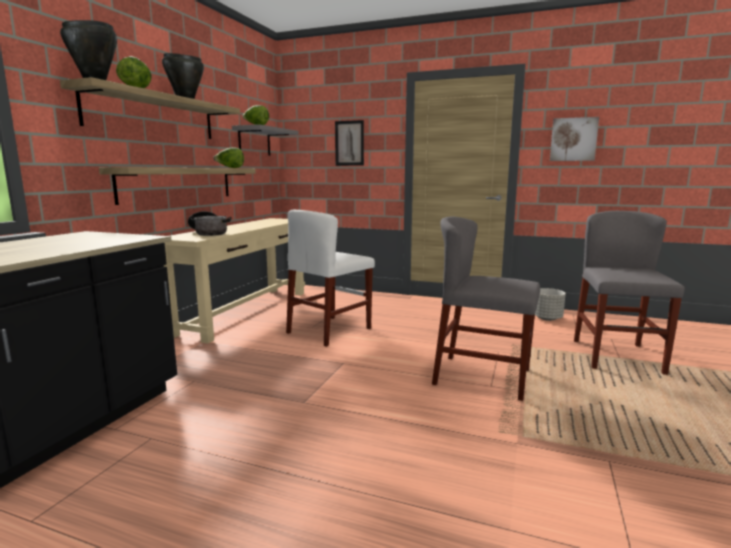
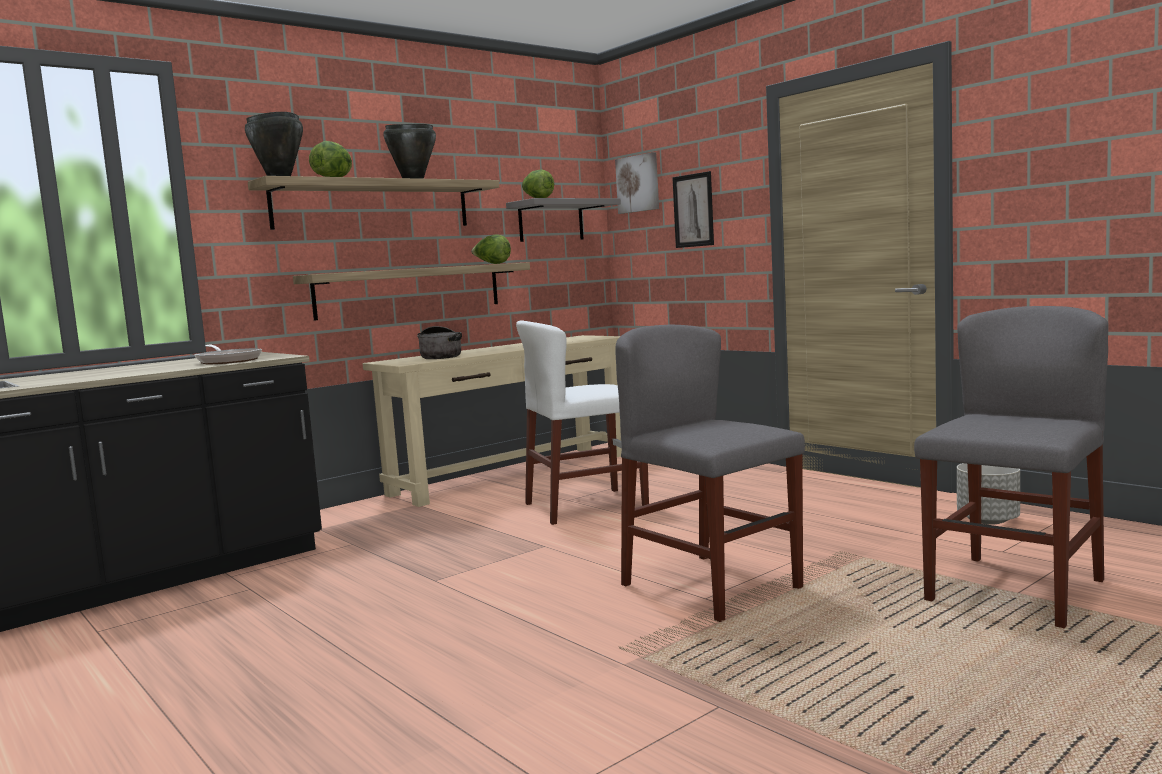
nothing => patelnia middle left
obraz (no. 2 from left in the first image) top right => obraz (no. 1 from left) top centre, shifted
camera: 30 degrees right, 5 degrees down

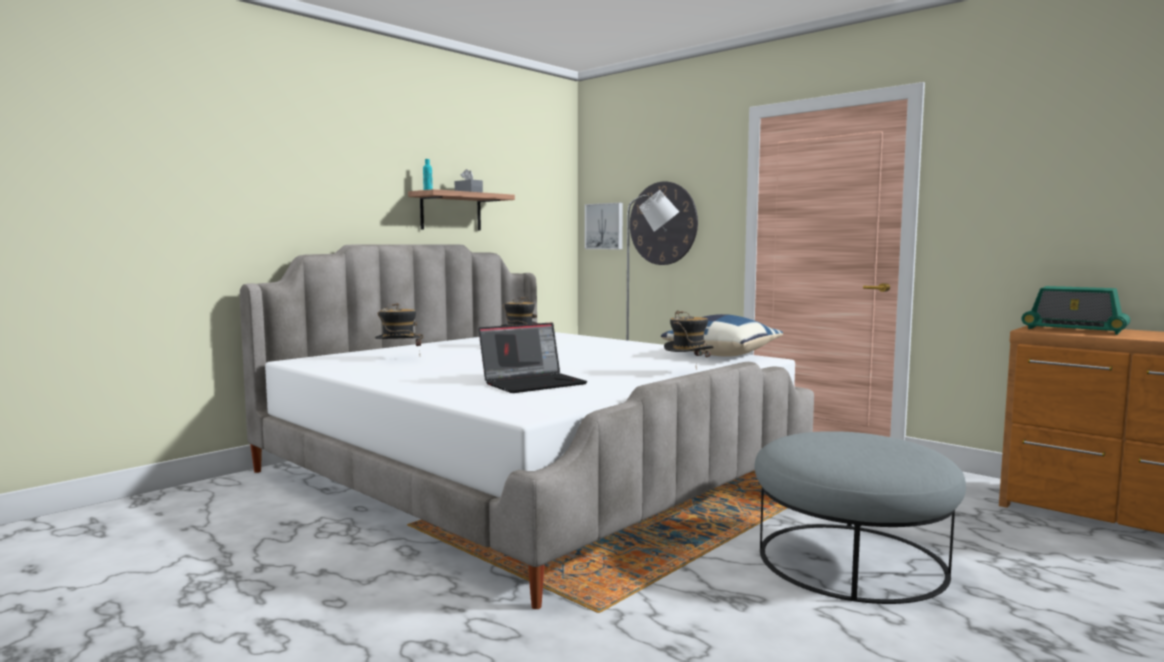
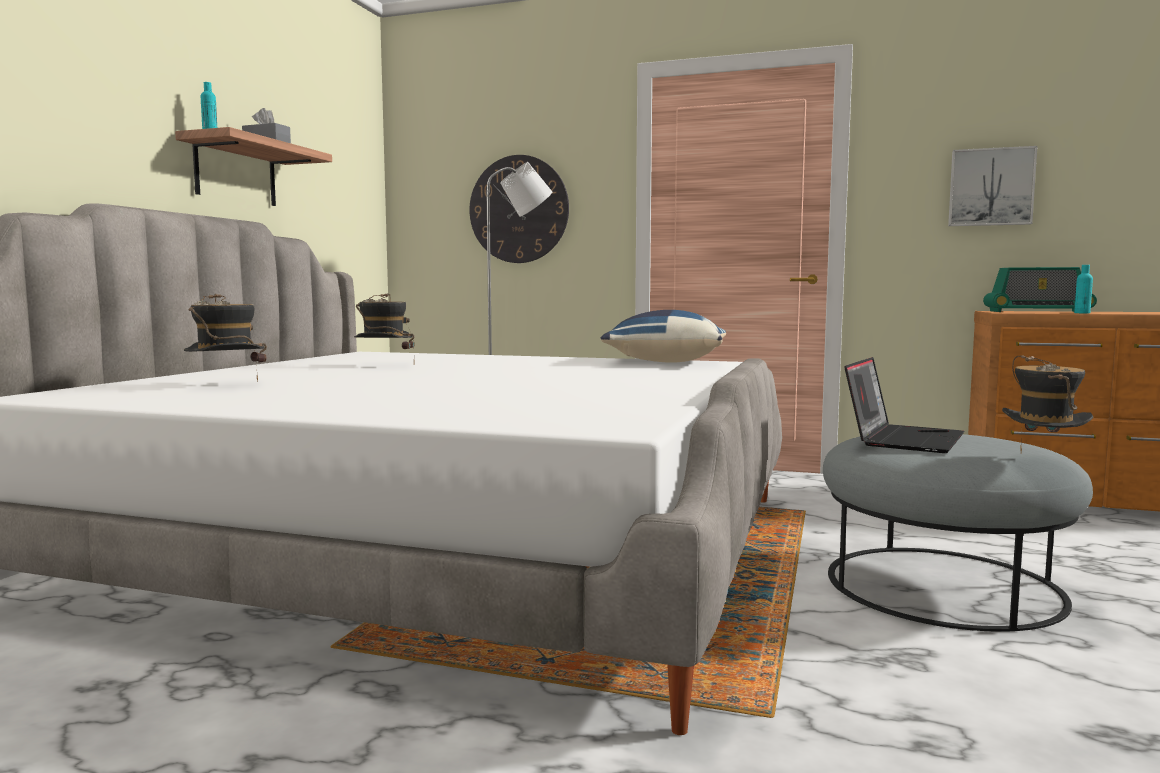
nothing => butelka [turkusowy] (no. 2 from left) middle right
laptop centre => laptop middle right, shifted
obraz centre => obraz top right, shifted
kapelusz (no. 3 from left) centre => kapelusz (no. 3 from left) middle right, shifted
camera: 25 degrees left, 0 degrees up

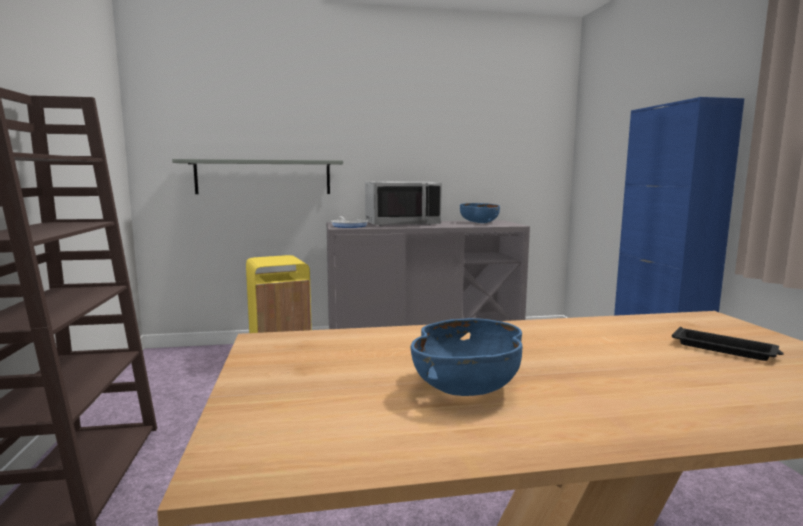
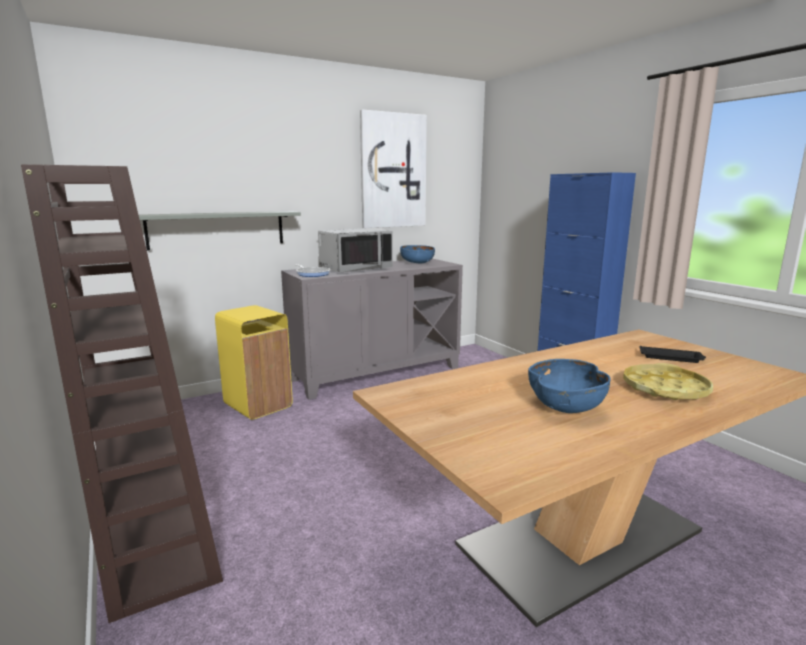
nothing => obraz top centre
nothing => taca [żółty] middle right
camera: 20 degrees left, 5 degrees up

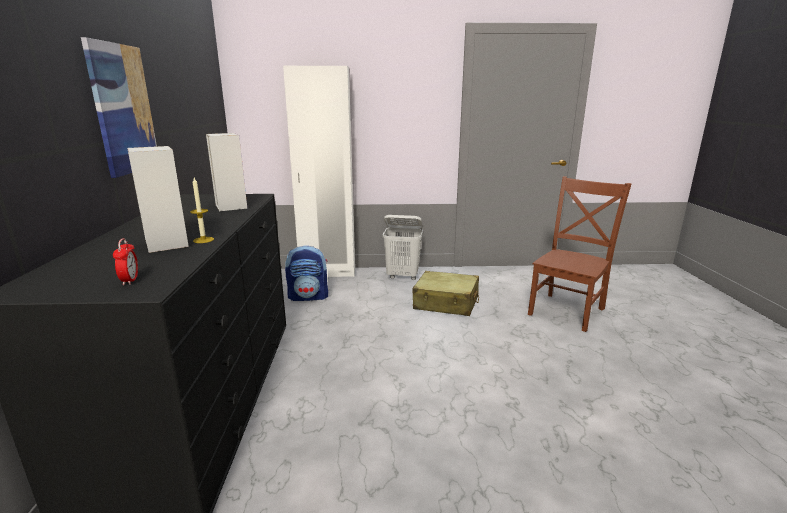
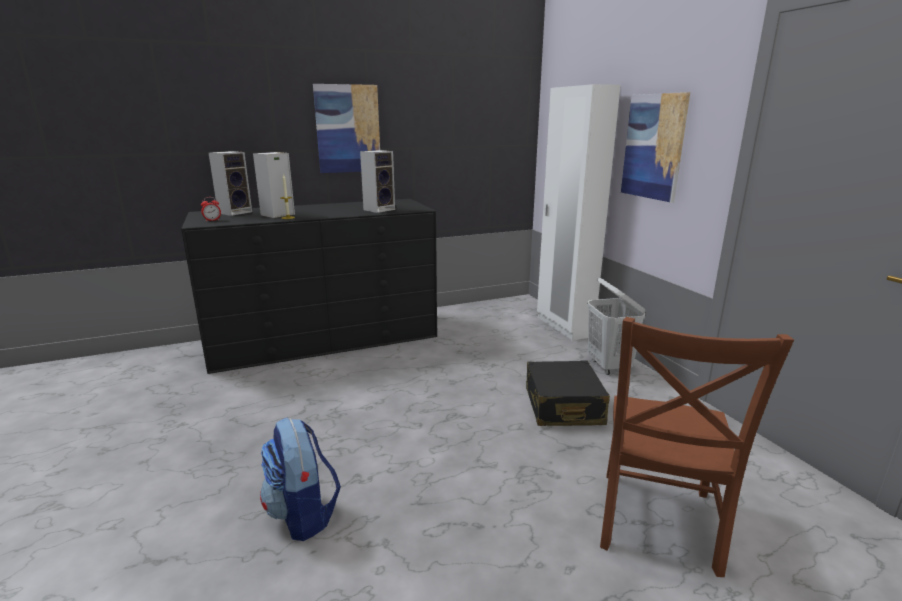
nothing => głośnik (no. 1 from left) top left
nothing => obraz (no. 2 from left) top right
plecak centre => plecak bottom left, shifted
walizka [beżowy] centre => walizka [czarny] centre
krzesło [brązowy] middle right => krzesło [brązowy] bottom right, 90 degrees clockwise
camera: 70 degrees right, 0 degrees up

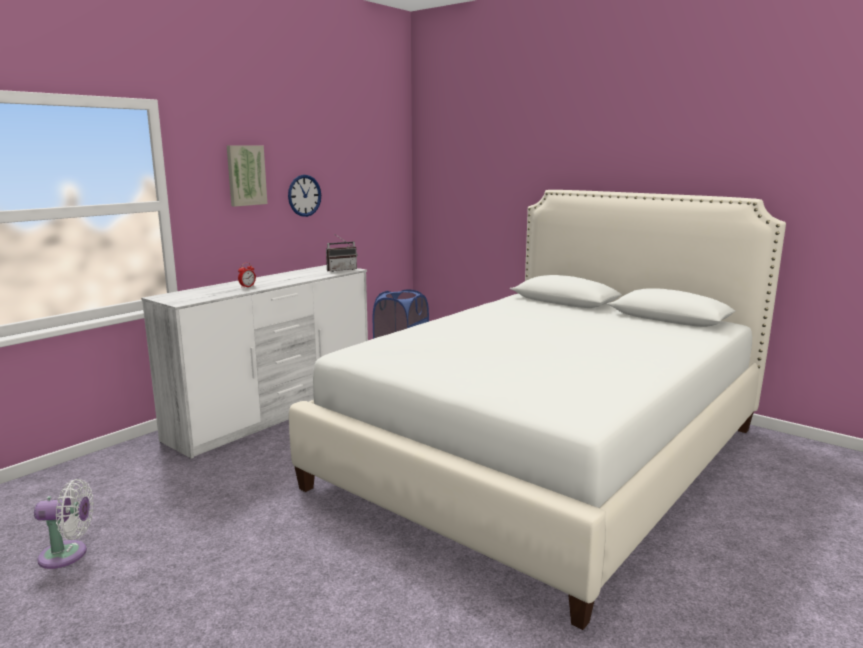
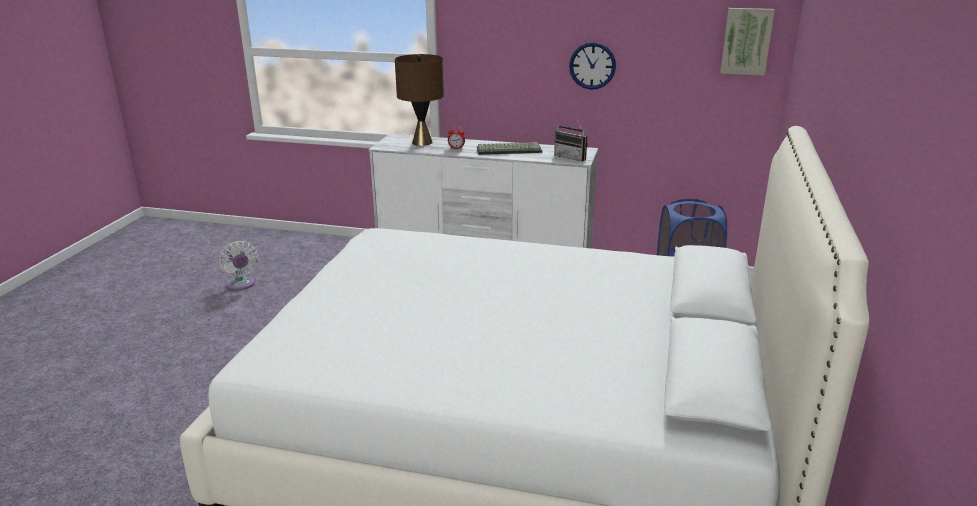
nothing => lampa stołowa [brązowy] top centre
nothing => klawiatura top centre
obraz top left => obraz top right, shifted
camera: 65 degrees right, 10 degrees up

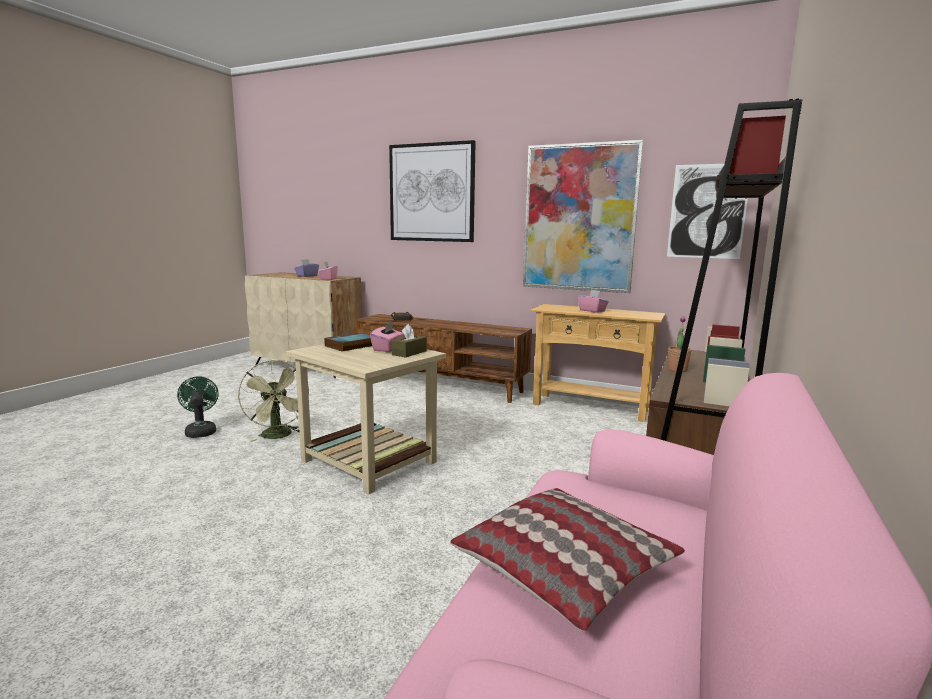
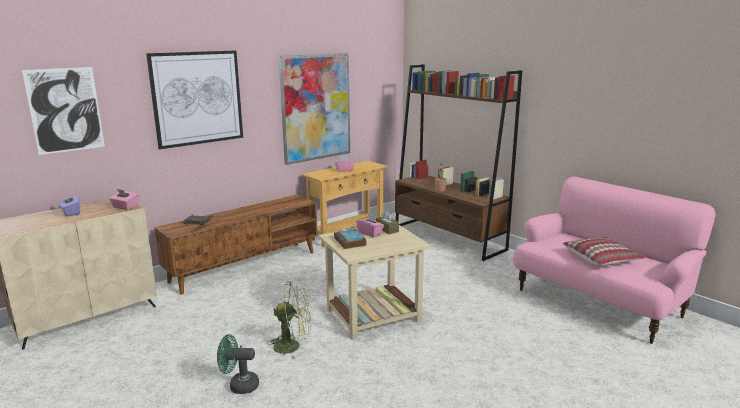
obraz (no. 3 from left in the first image) top right => obraz (no. 1 from left) top left, shifted
camera: 65 degrees left, 5 degrees up

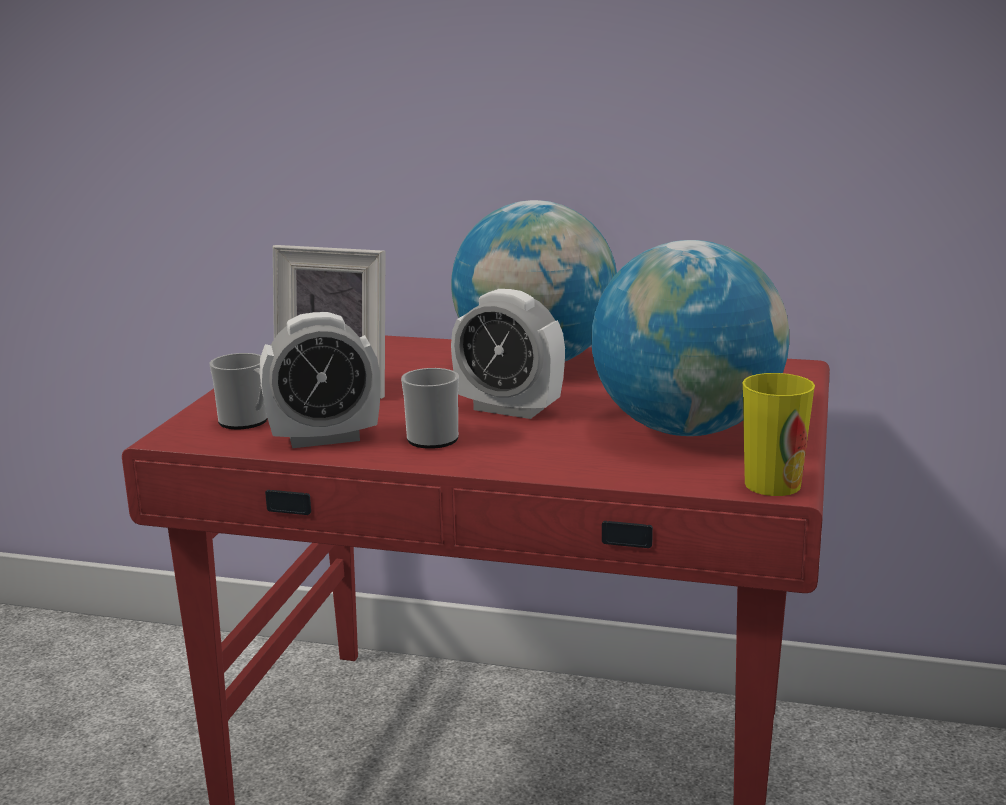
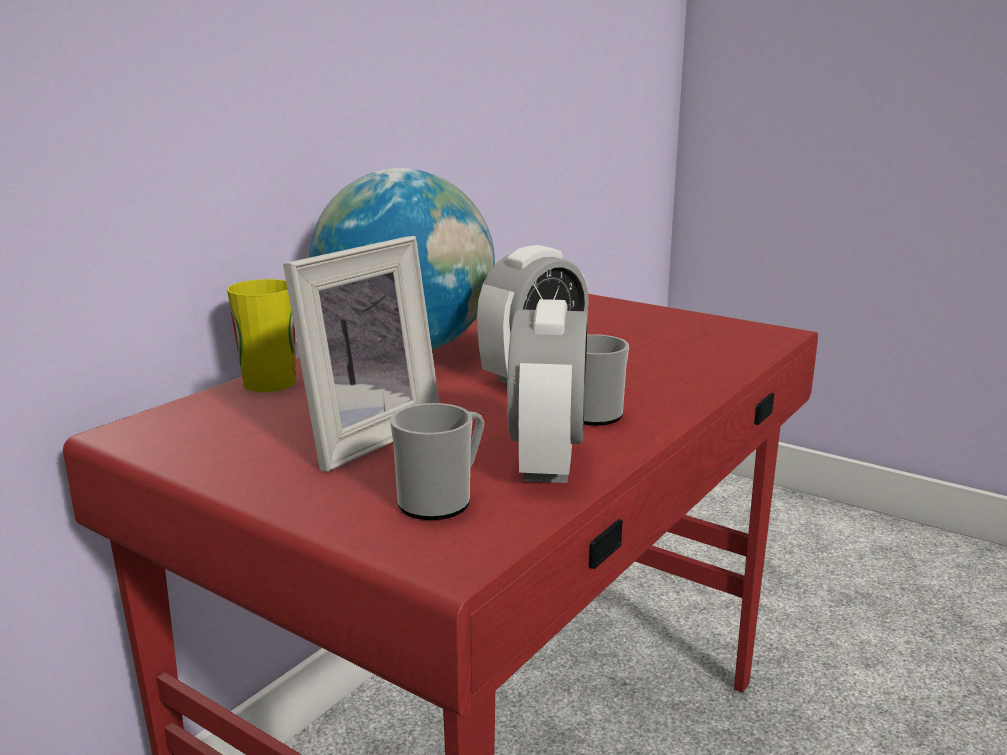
globus (no. 2 from left) middle right => nothing
filiżanka middle right => filiżanka middle left, shifted
camera: 70 degrees left, 0 degrees up

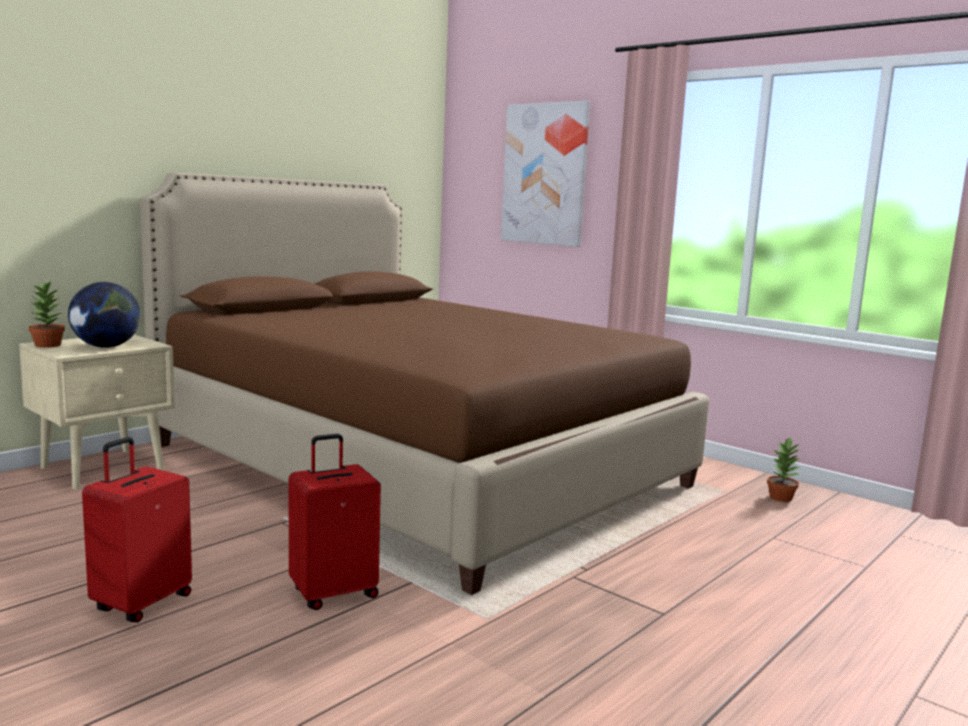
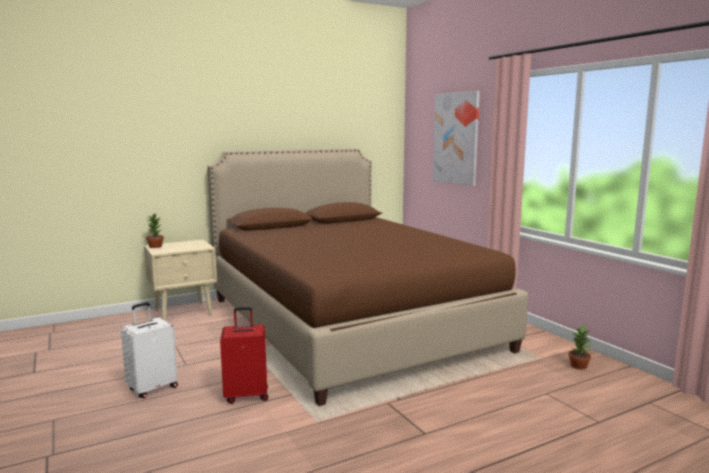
globus middle left => nothing
walizka [czerwony] (no. 1 from left) bottom left => walizka [biały] bottom left
camera: 20 degrees right, 0 degrees up

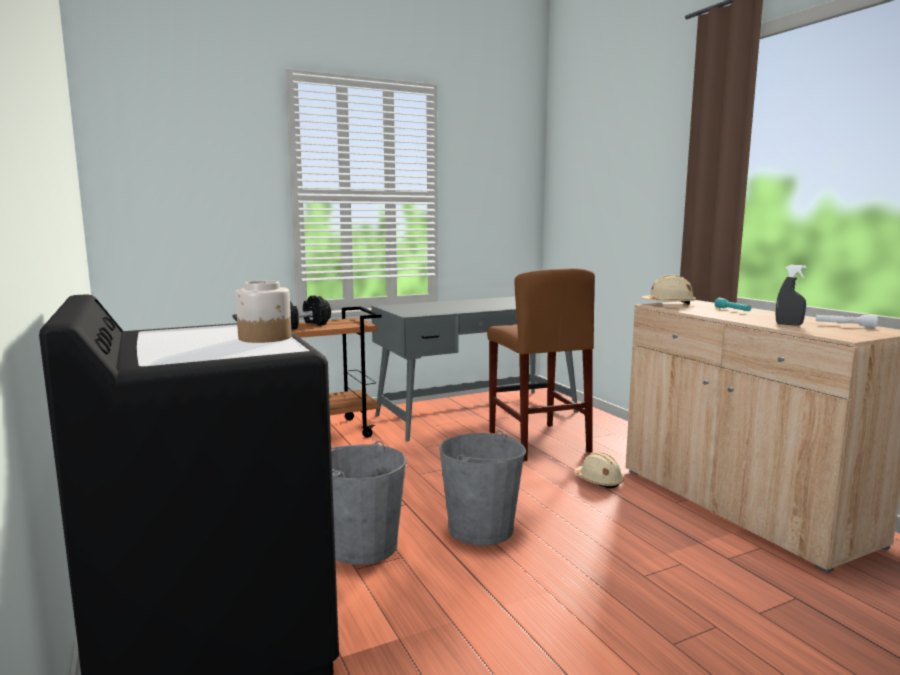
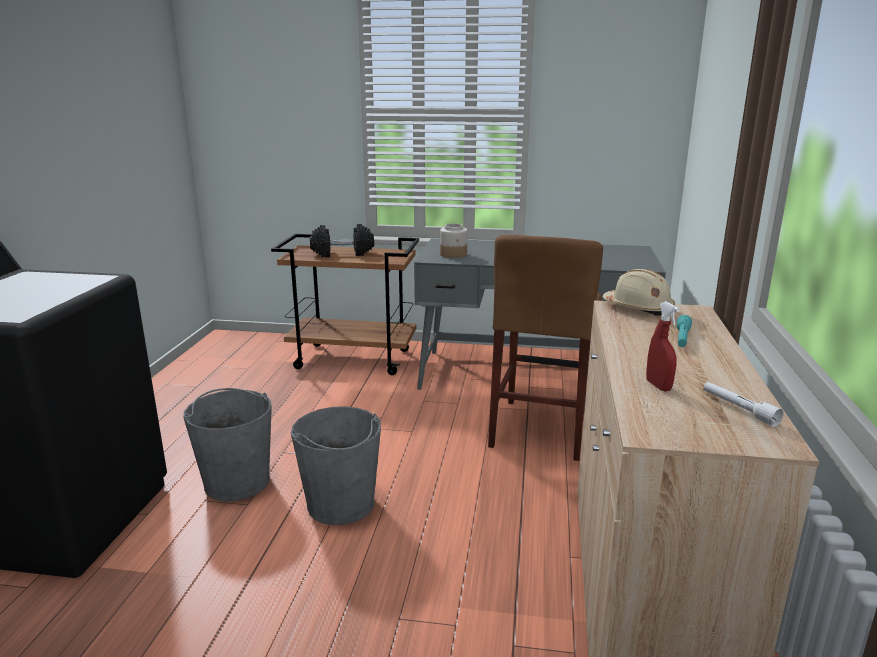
kask [beżowy] (no. 1 from left) bottom centre => nothing
słoik middle left => słoik centre, shifted
spryskiwacz [szary] middle right => spryskiwacz [czerwony] middle right
camera: 35 degrees right, 10 degrees up

